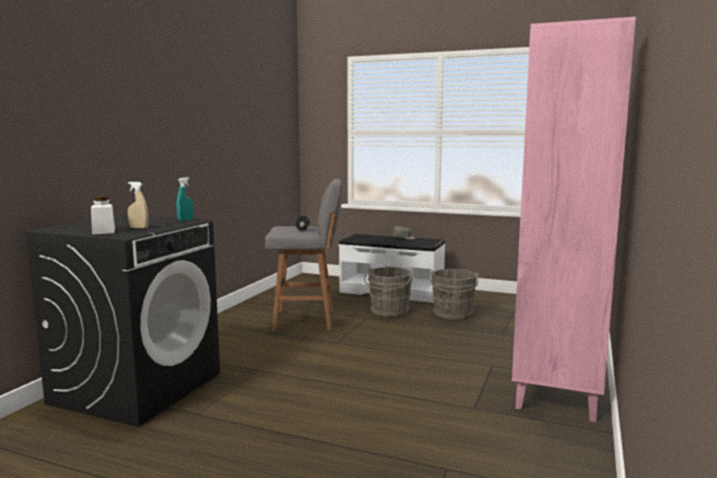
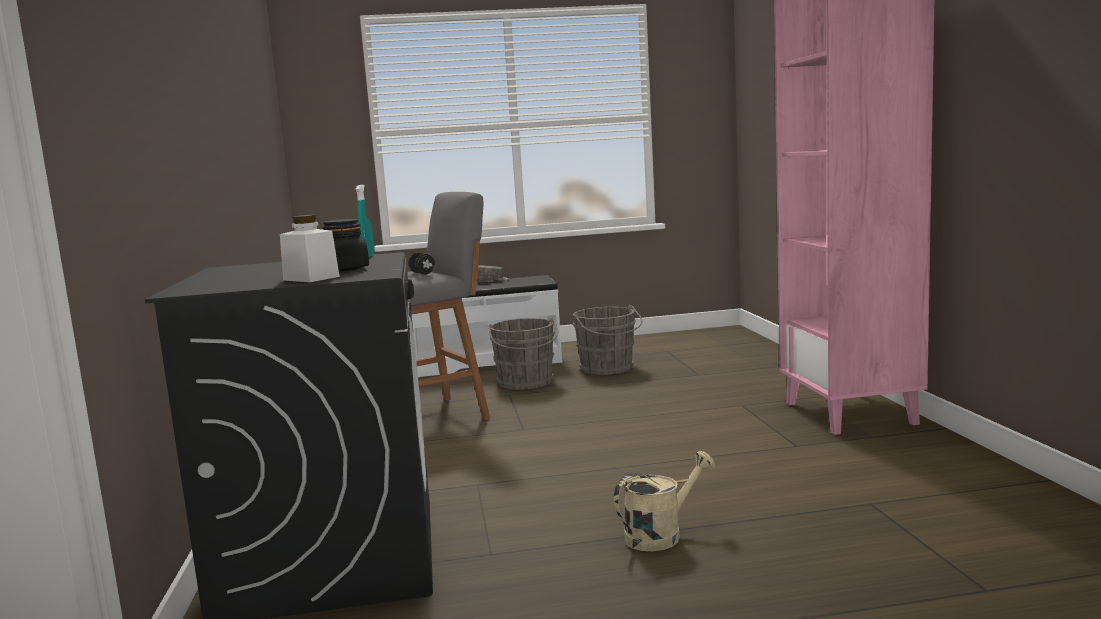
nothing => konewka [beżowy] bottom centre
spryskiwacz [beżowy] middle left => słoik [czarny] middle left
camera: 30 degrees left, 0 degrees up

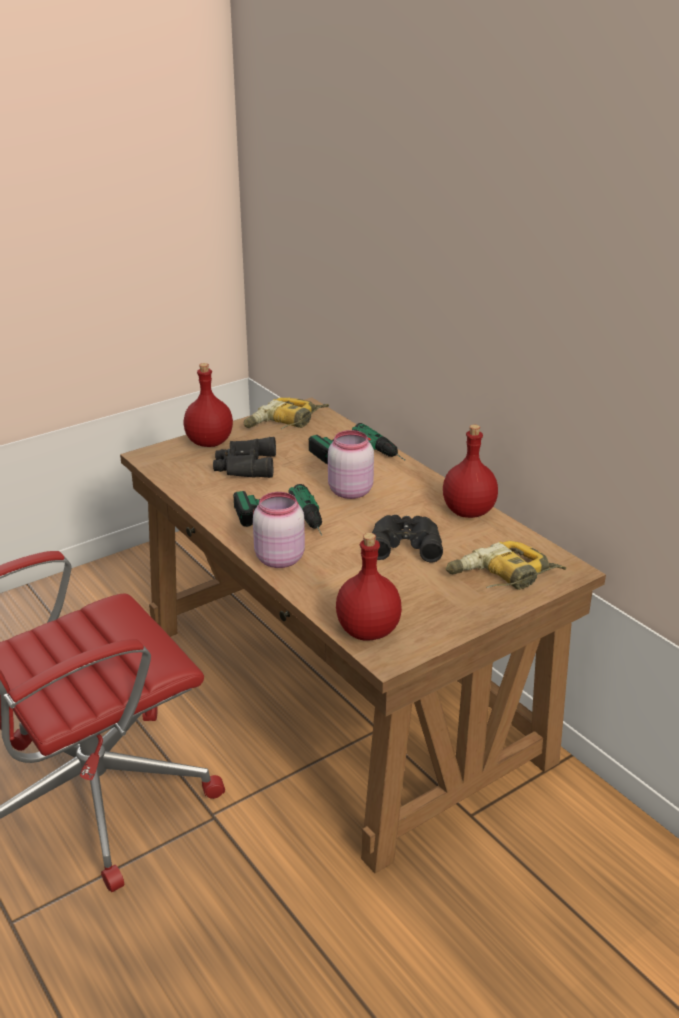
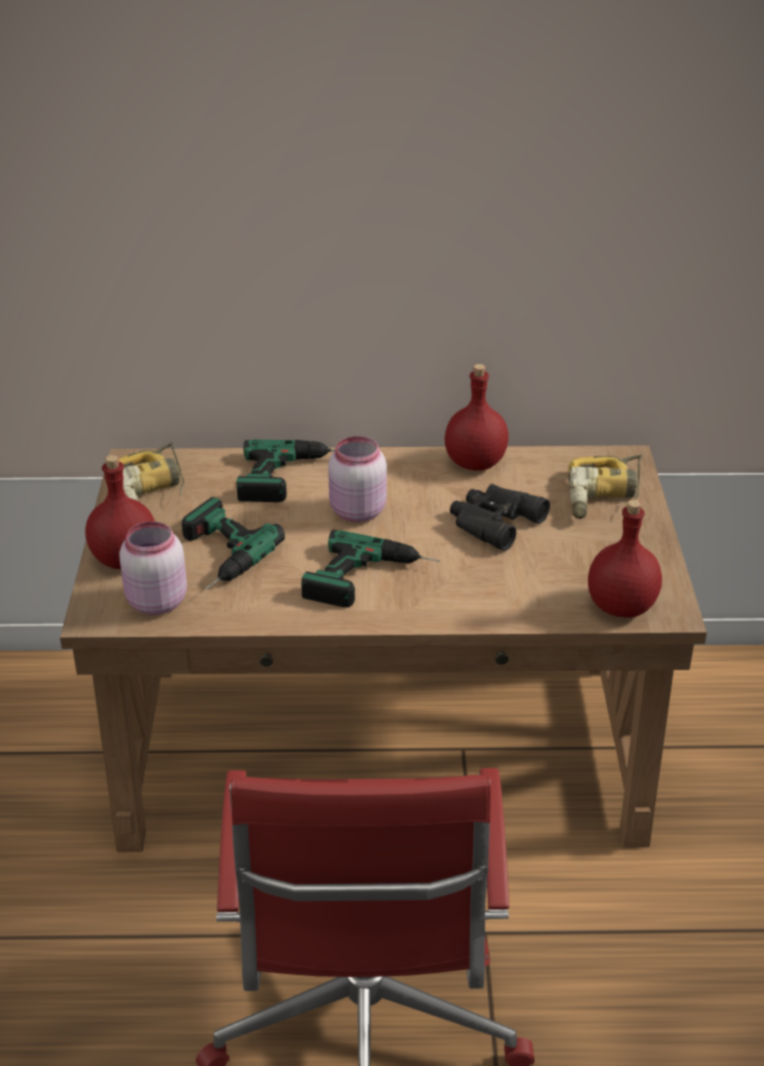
słoik [różowy] (no. 1 from left) centre => słoik [różowy] (no. 1 from left) middle left, shifted
lornetka [czarny] (no. 1 from left) centre => wiertarka (no. 2 from left) middle left
camera: 55 degrees left, 5 degrees up

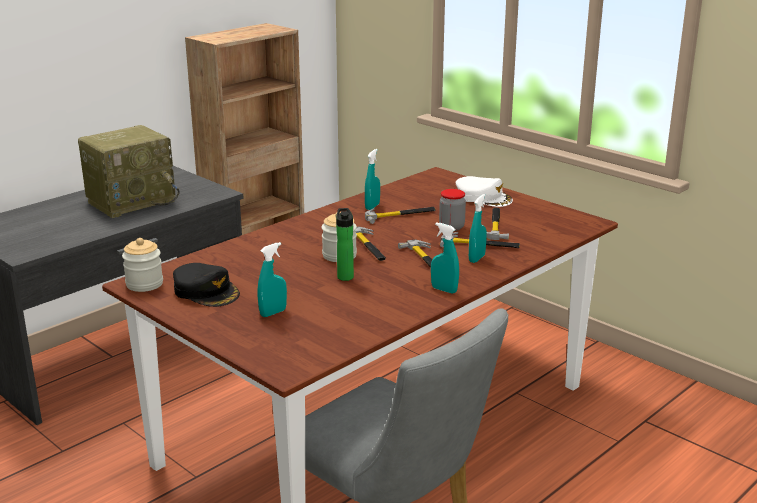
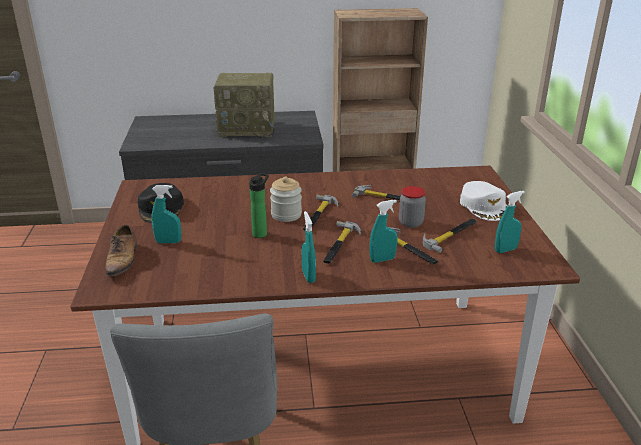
słoik (no. 1 from left) middle left => nothing
nothing => but middle left
spryskiwacz [turkusowy] (no. 2 from left in the first image) centre => spryskiwacz [turkusowy] (no. 4 from left) middle right, shifted
camera: 40 degrees right, 5 degrees up

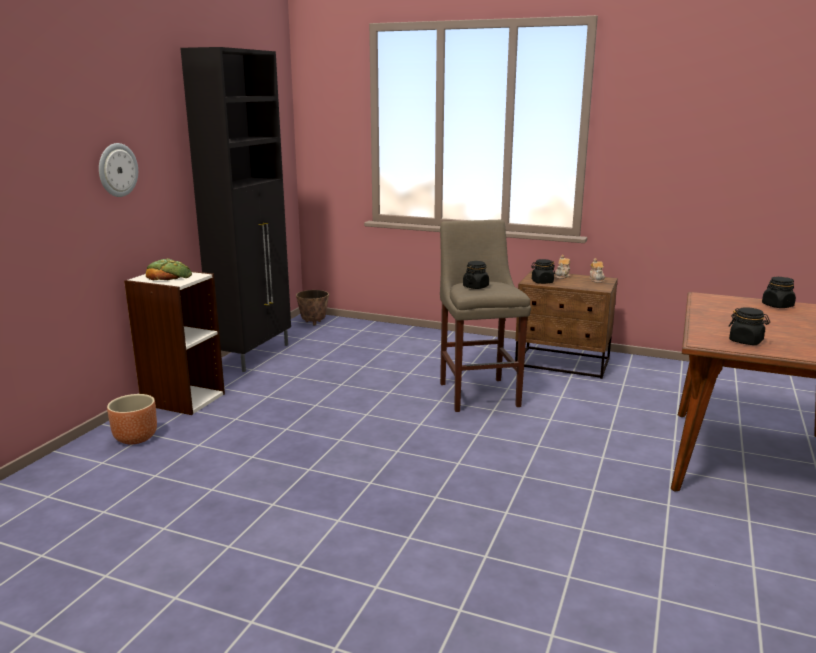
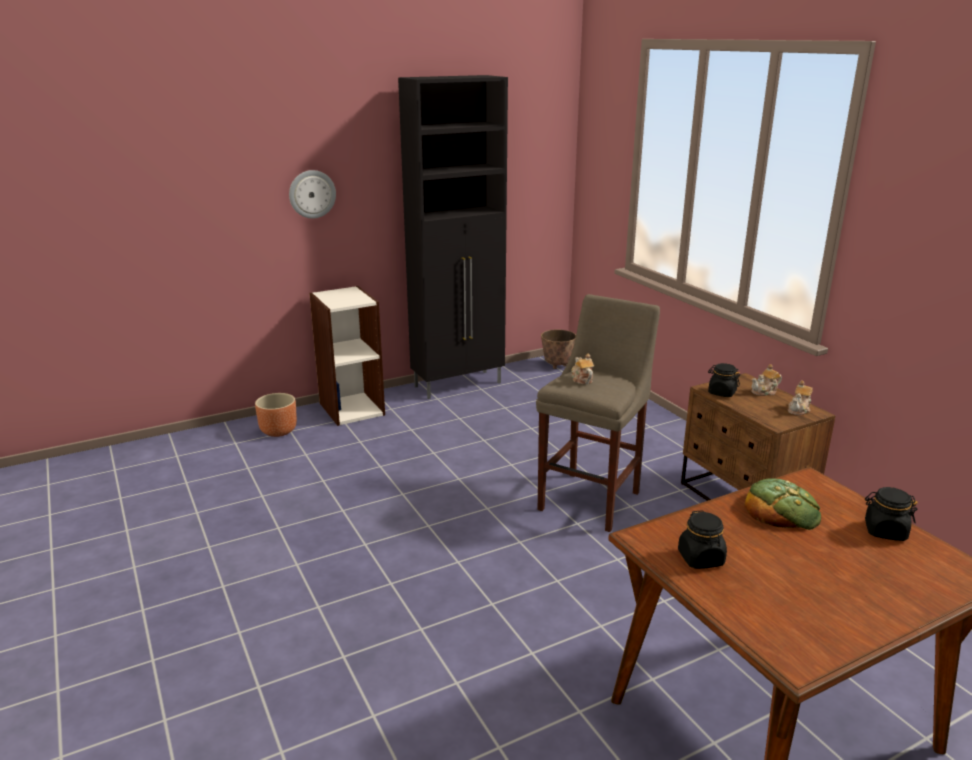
chleb middle left => chleb middle right, shifted
słoik [czarny] (no. 1 from left) centre => imbryk (no. 1 from left) centre
camera: 40 degrees right, 5 degrees up

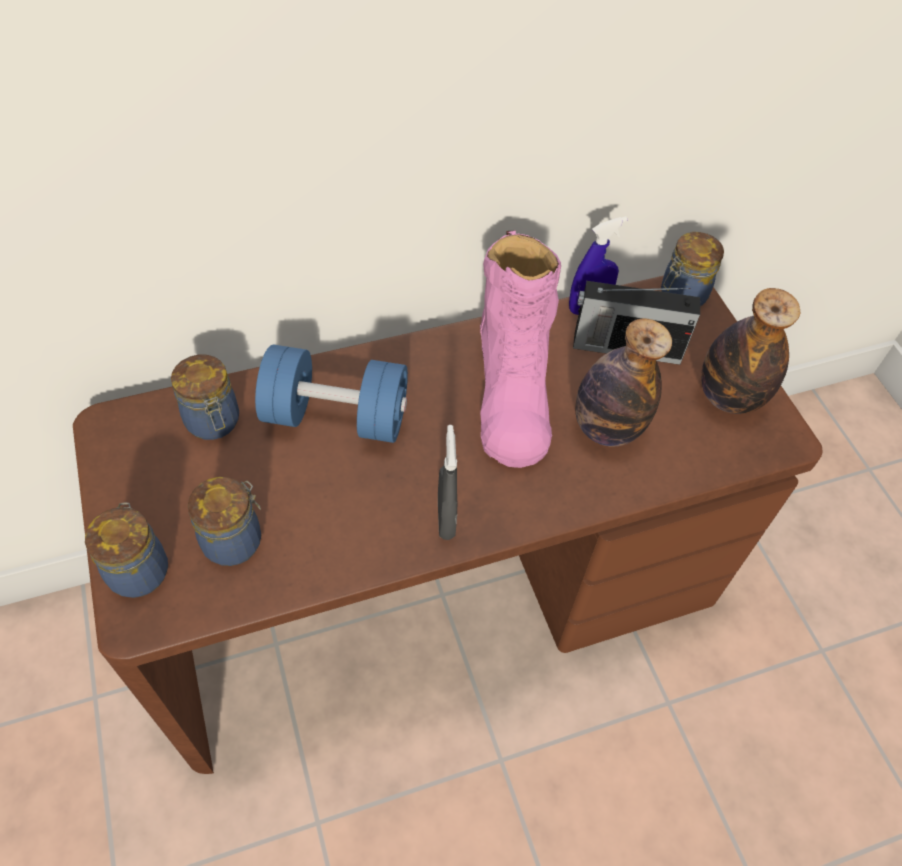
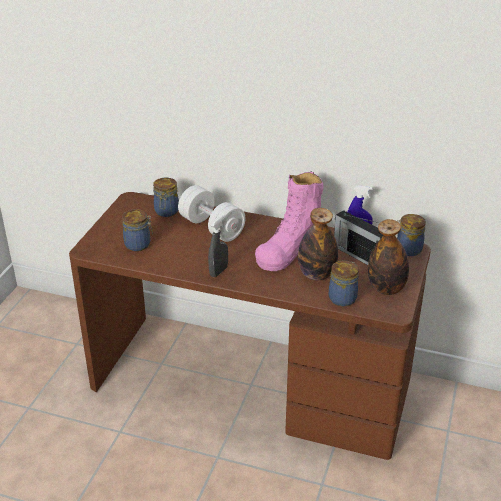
słoik (no. 1 from left in the first image) middle left => słoik (no. 3 from left) middle right, shifted
hantel [niebieski] centre => hantel [biały] centre
camera: 40 degrees right, 20 degrees down

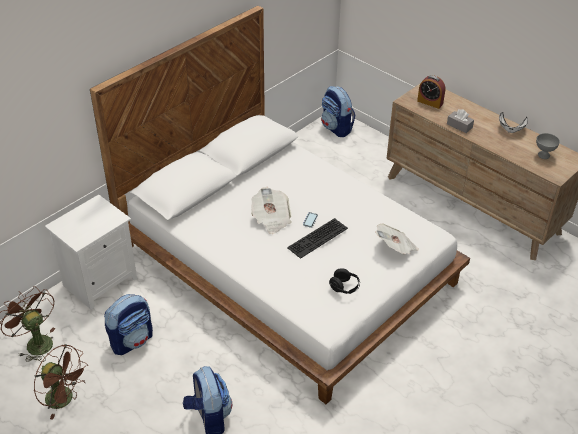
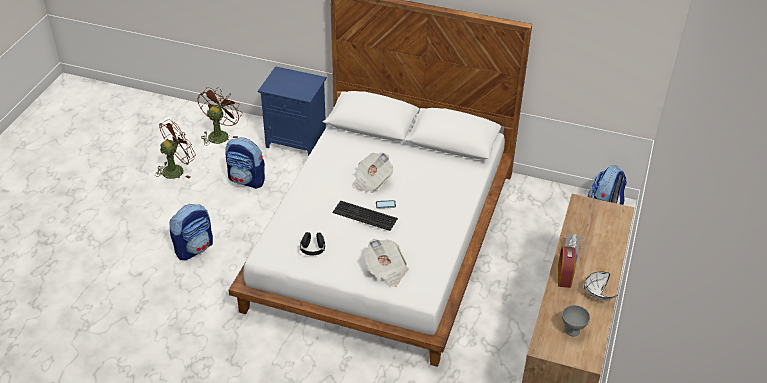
budzik top right => budzik bottom right, shifted
szafka nocna [biały] middle left => szafka nocna [niebieski] top centre
wentylator [brązowy] (no. 2 from left in the first image) bottom left => wentylator [brązowy] (no. 1 from left) middle left, 135 degrees counterclockwise
camera: 65 degrees right, 0 degrees up

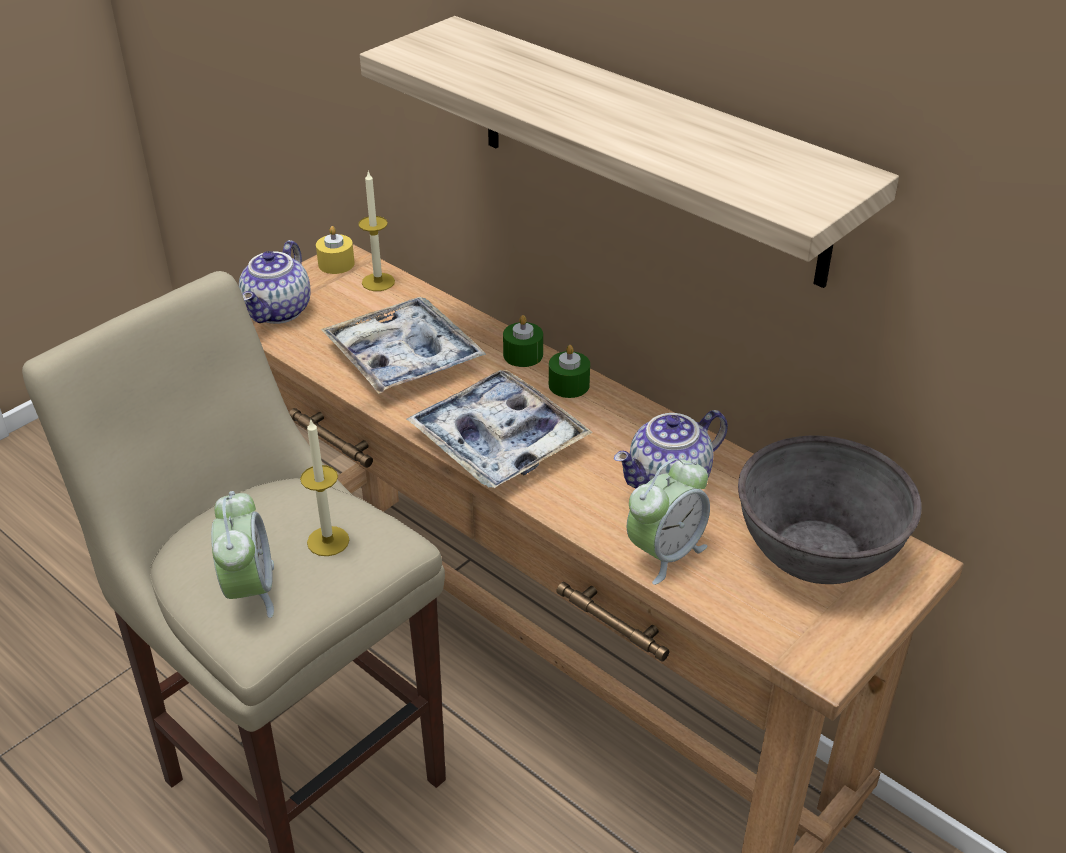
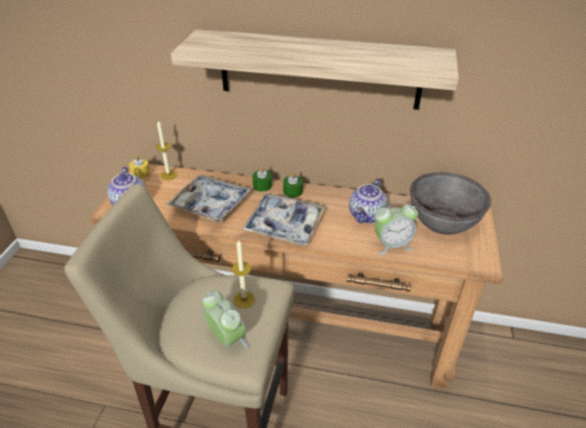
budzik (no. 2 from left) centre => budzik (no. 2 from left) middle right, 60 degrees clockwise
camera: 30 degrees left, 0 degrees up

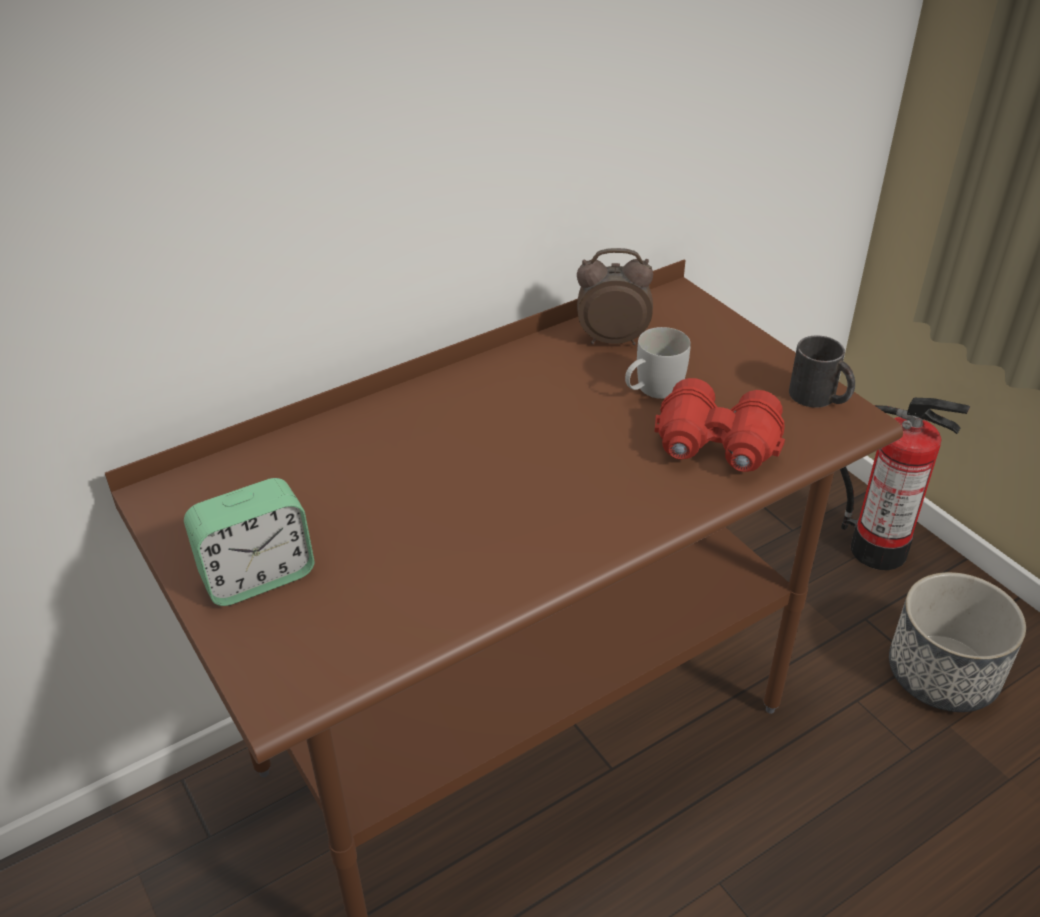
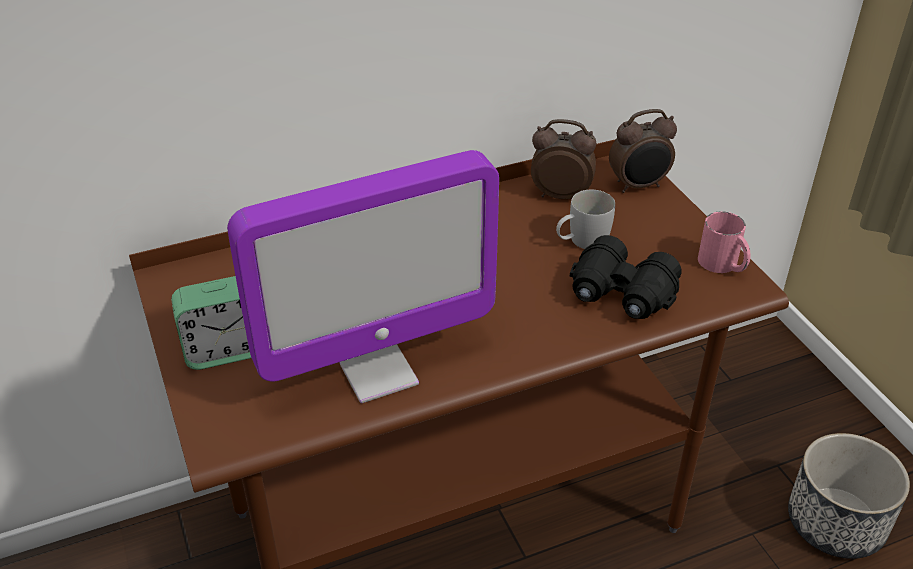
gaśnica middle right => nothing
nothing => monitor centre
nothing => budzik (no. 3 from left) top right
lornetka [czerwony] middle right => lornetka [czarny] middle right
kubek [czarny] middle right => kubek [różowy] middle right
camera: 10 degrees right, 0 degrees up

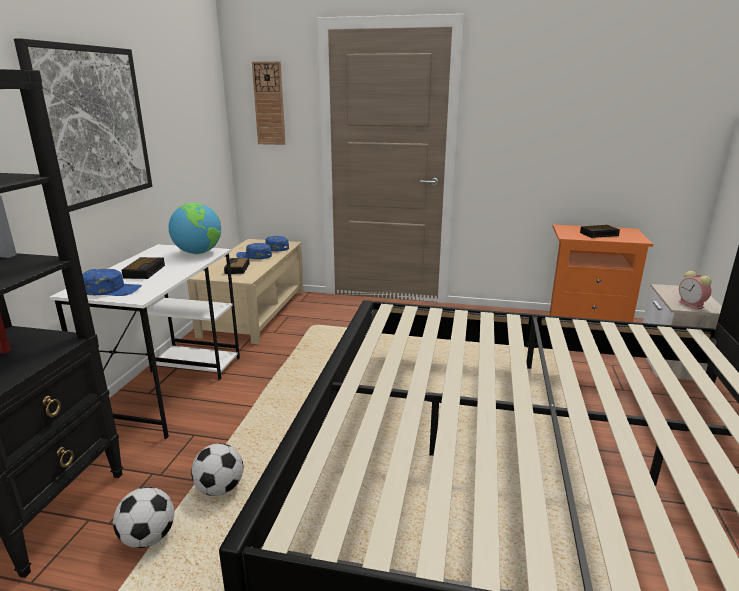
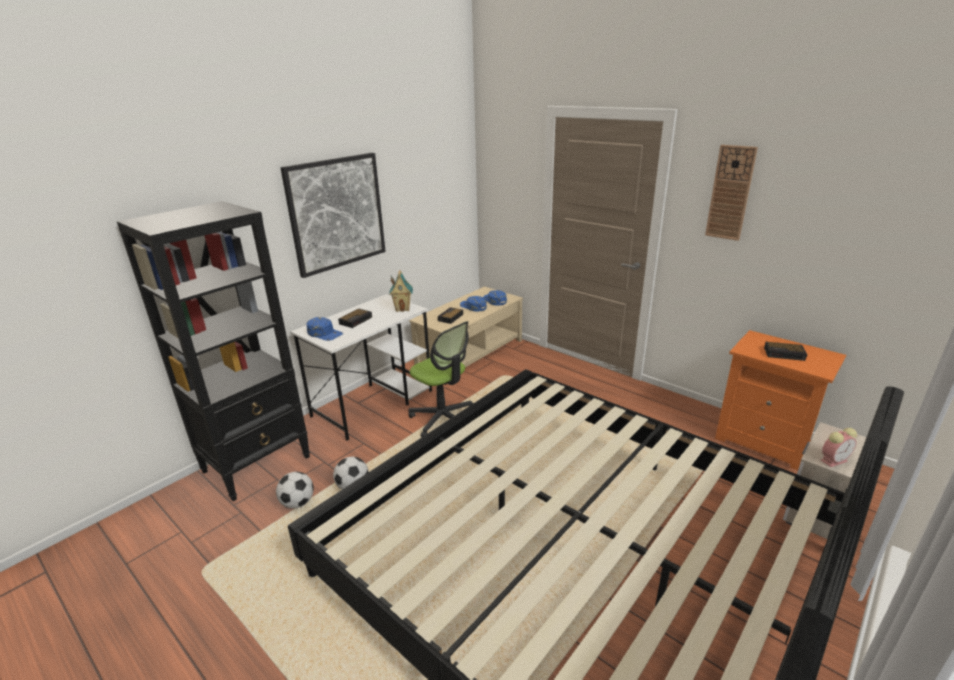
nothing => krzesło biurowe centre
zegar ścienny top centre => zegar ścienny top right, shifted
globus middle left => domek centre
budzik (no. 4 from left) middle right, 120 degrees counterclockwise
camera: 30 degrees right, 5 degrees up

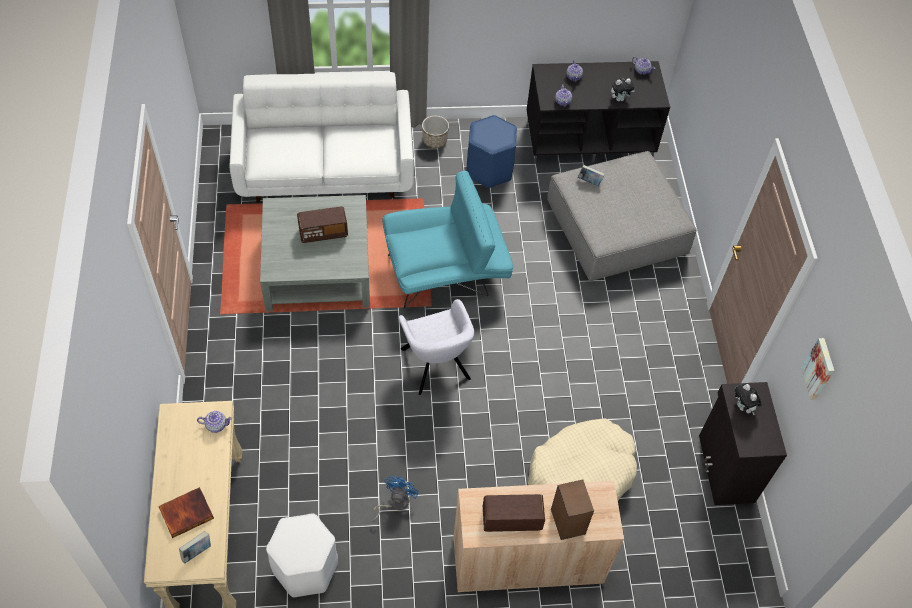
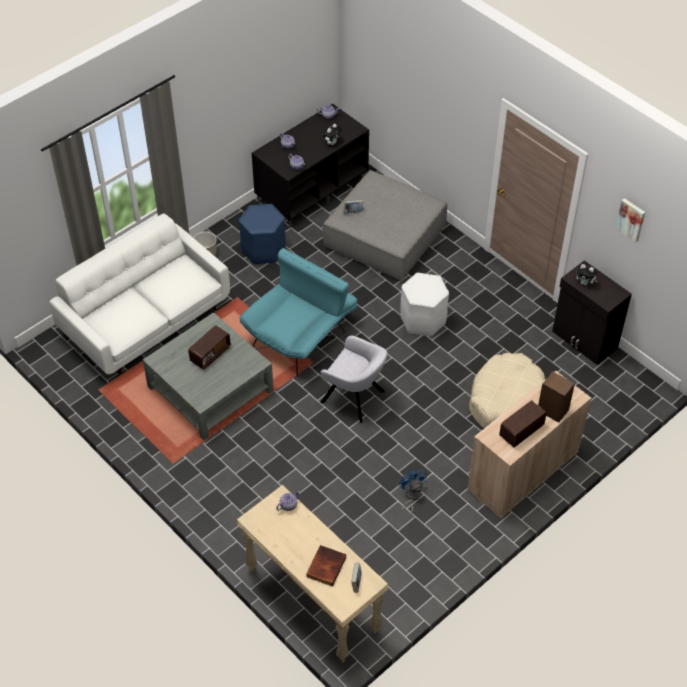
stołek [biały] bottom left => stołek [biały] centre, shifted
camera: 35 degrees left, 5 degrees down

